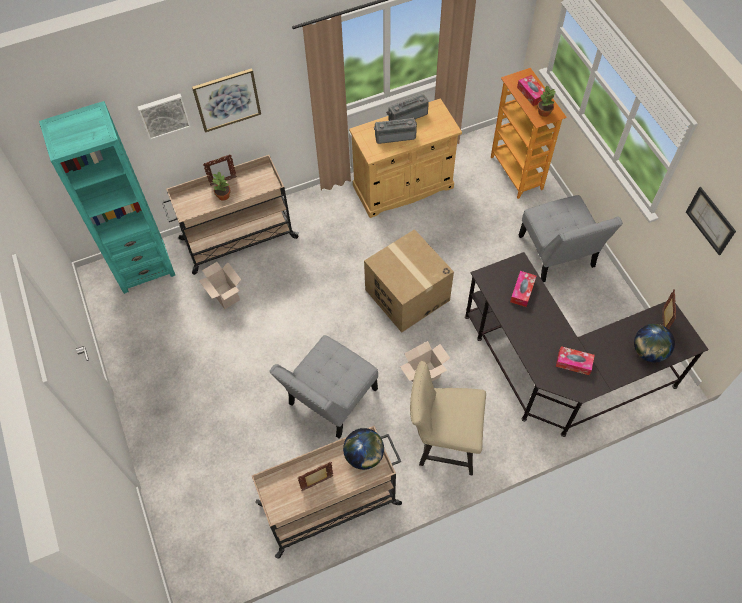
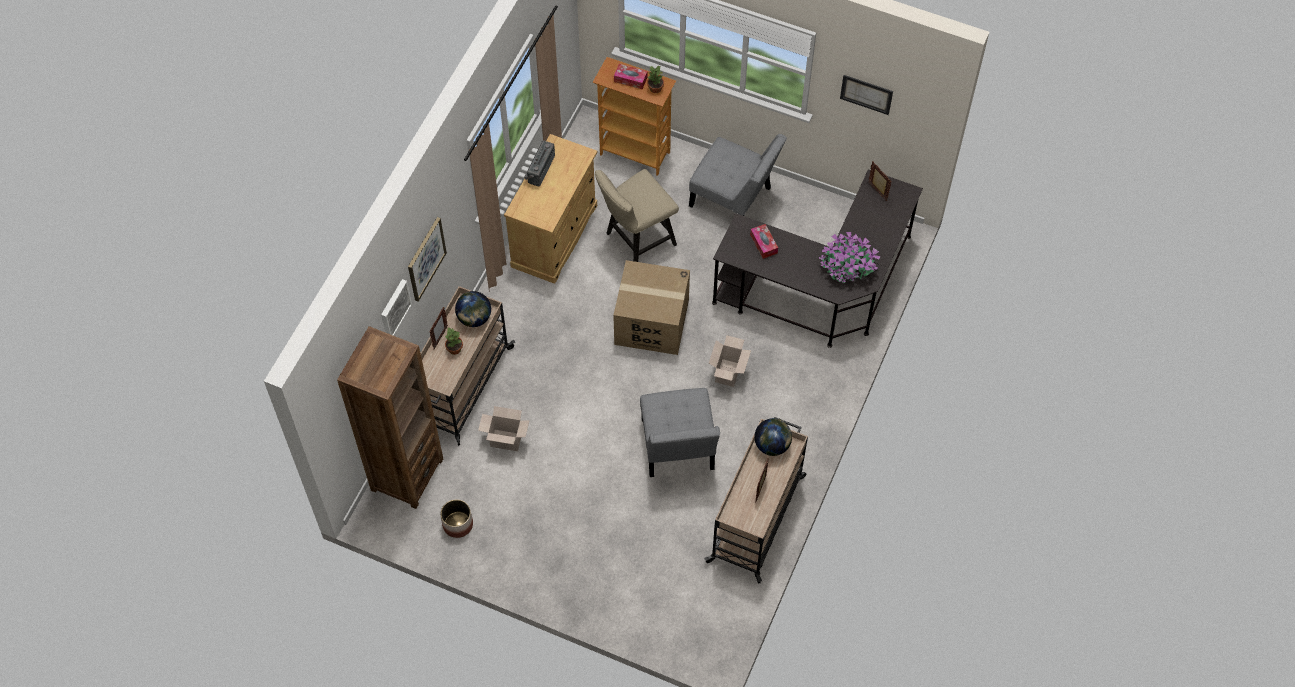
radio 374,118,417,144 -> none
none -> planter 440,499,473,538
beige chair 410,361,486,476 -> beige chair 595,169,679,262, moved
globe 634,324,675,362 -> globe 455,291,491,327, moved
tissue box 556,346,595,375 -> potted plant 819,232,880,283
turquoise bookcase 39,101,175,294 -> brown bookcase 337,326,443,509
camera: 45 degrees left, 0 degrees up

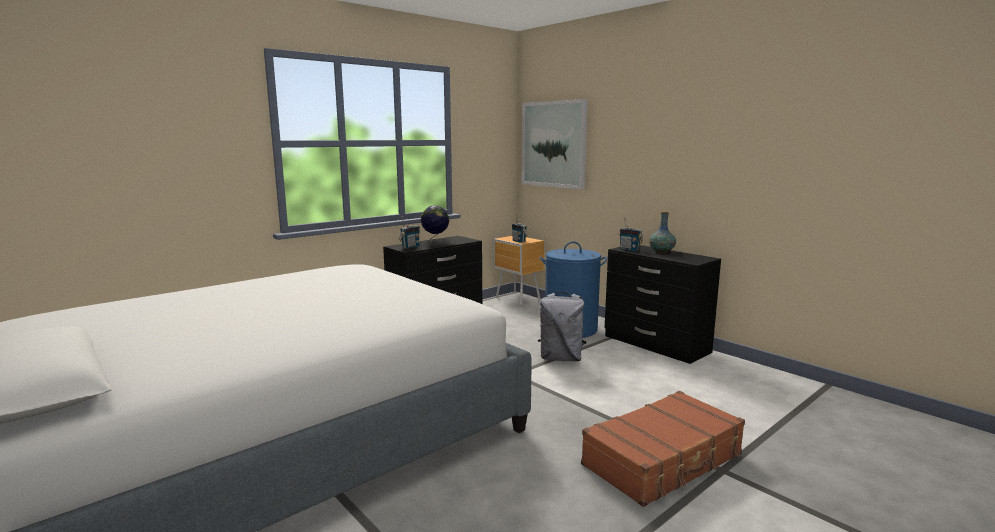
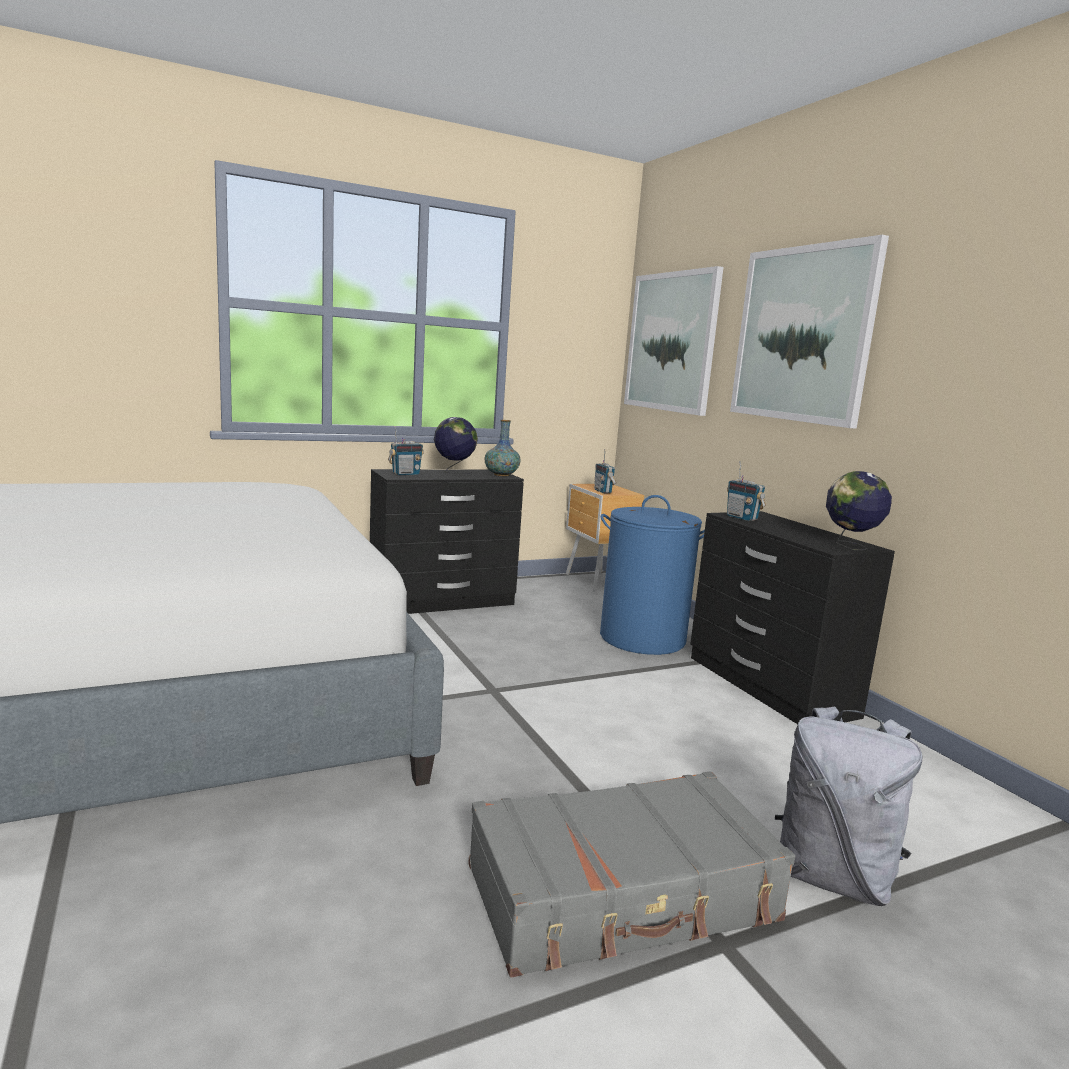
none -> picture 730,235,889,428
none -> globe 826,471,892,550
grey backpack 538,292,587,362 -> grey backpack 775,707,922,906, moved
vase 649,212,676,253 -> vase 484,420,521,476, moved
brown suitcase 581,391,745,507 -> grey suitcase 469,771,795,978
camera: 15 degrees right, 0 degrees up

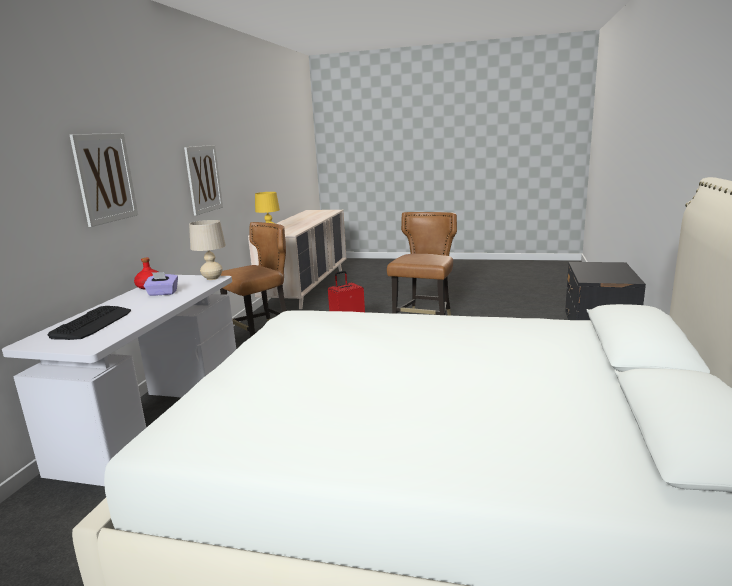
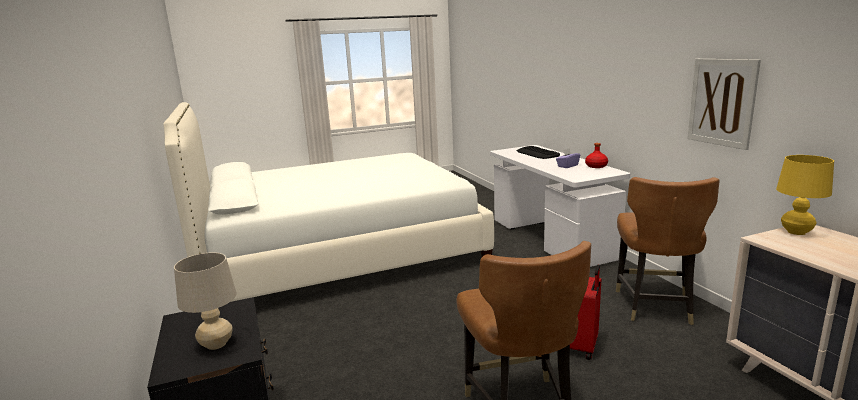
picture 70,133,138,227 -> none
beige table lamp 189,220,226,280 -> beige table lamp 174,252,237,350, moved
camera: 145 degrees right, 0 degrees up

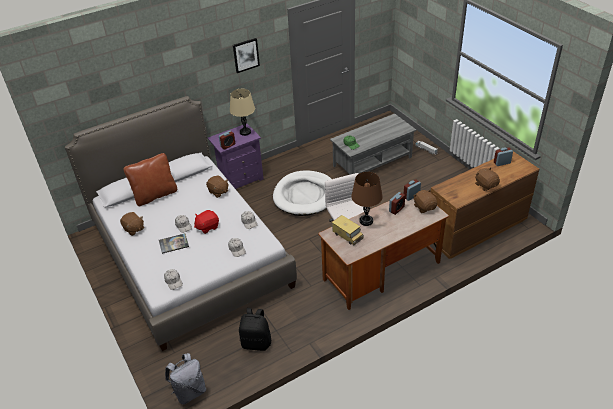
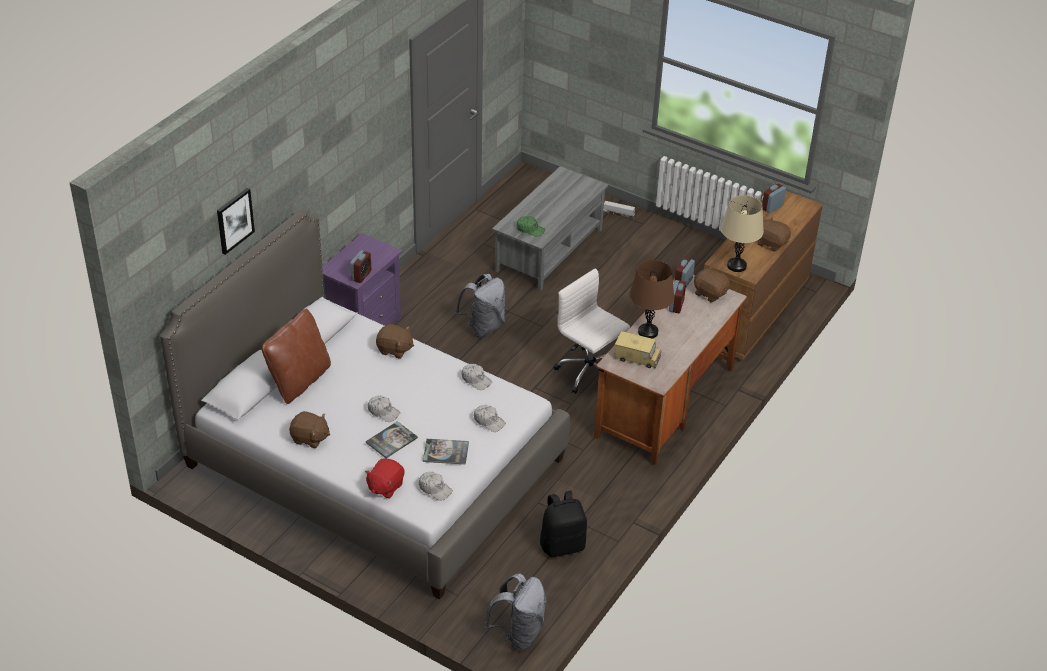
none -> book 423,439,469,465
red plush toy 194,210,219,234 -> red plush toy 365,459,404,498, moved
beige table lamp 230,89,255,136 -> beige table lamp 721,195,764,272, moved
picture 233,38,260,73 -> picture 217,188,255,255, moved
white dog bed 273,171,331,216 -> grey backpack 455,274,505,337
camera: 30 degrees left, 0 degrees up

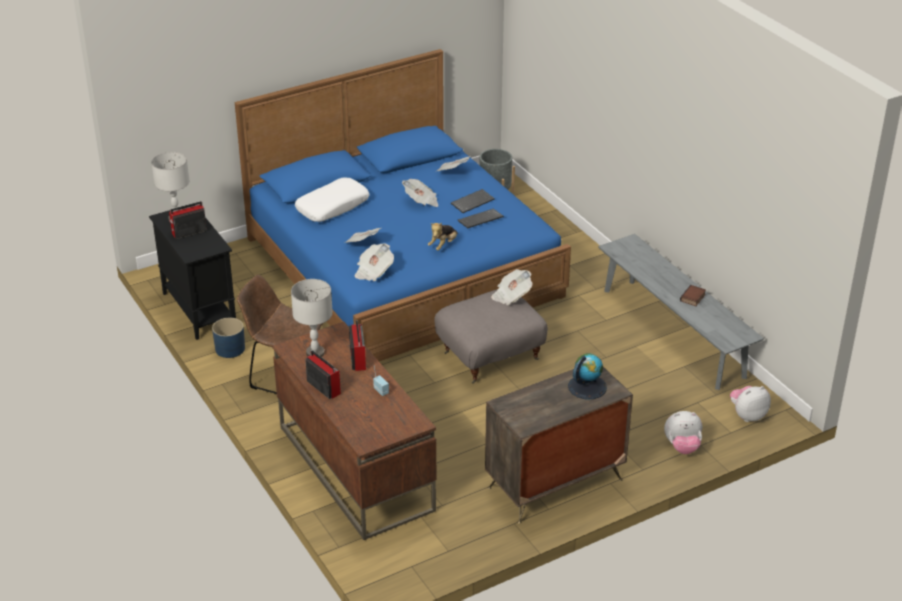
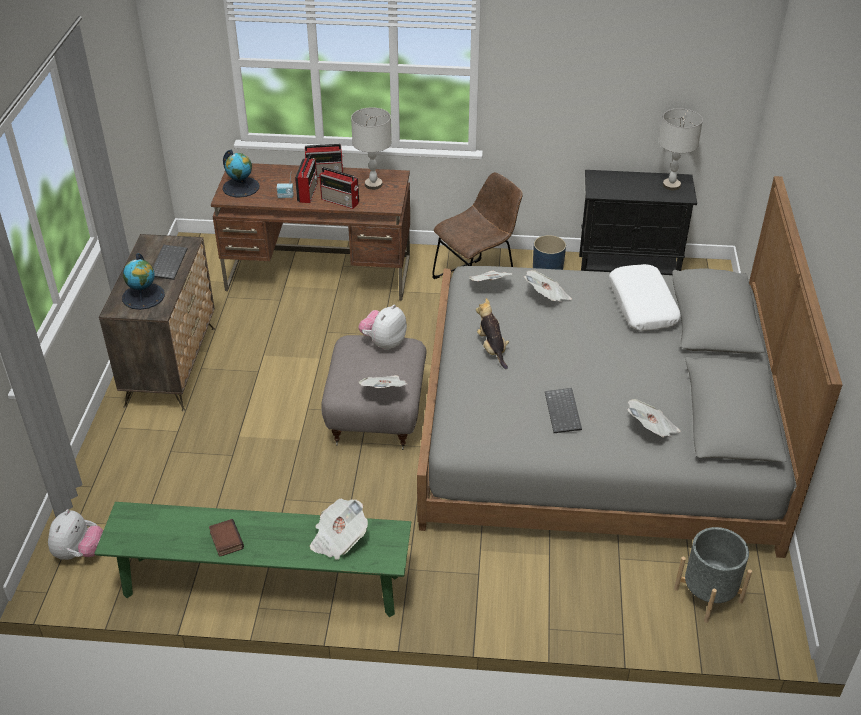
none -> globe 223,150,260,197
radio 169,201,207,239 -> radio 295,154,318,203, moved
newspaper 402,179,438,207 -> newspaper 310,498,368,559, moved
keyboard 458,209,504,228 -> keyboard 153,244,187,280, moved
plush toy 664,411,702,454 -> plush toy 359,305,407,350, moved
blue bed 235,49,571,361 -> grey bed 417,176,843,558
grey bench 598,234,764,390 -> green bench 94,502,411,617
camera: 125 degrees right, 5 degrees up

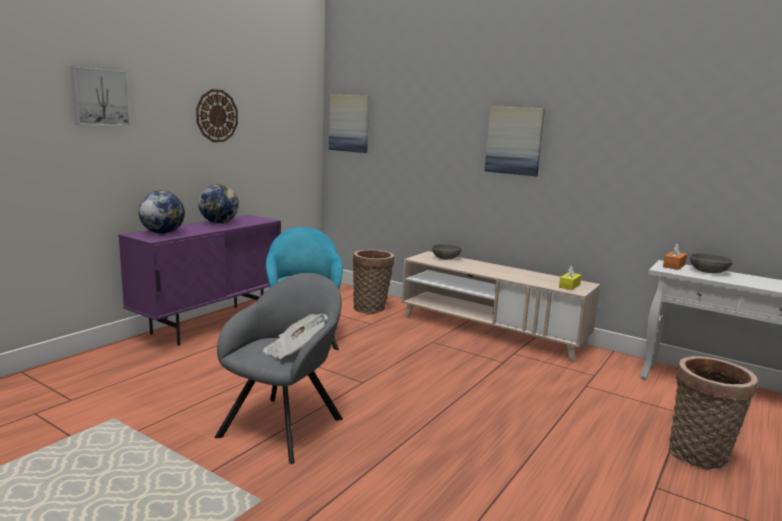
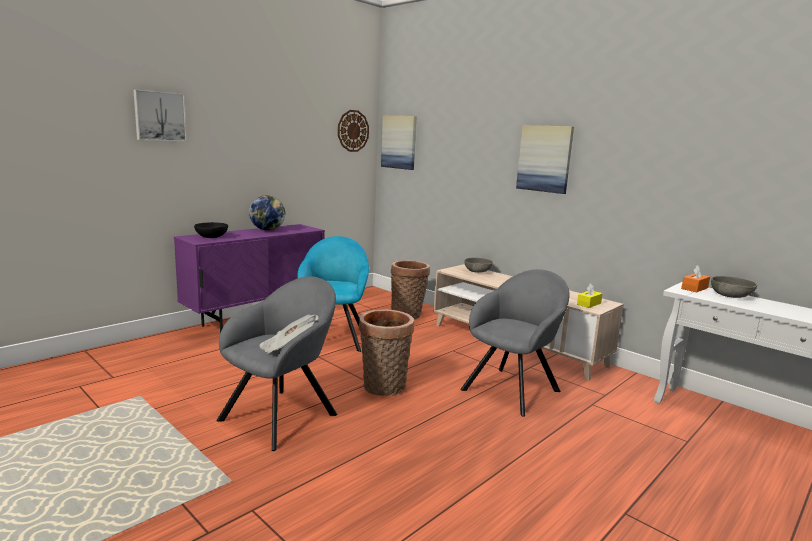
none -> grey armchair 460,269,570,417
wall clock 196,89,238,142 -> wall clock 338,110,369,152, moved
basket 669,356,758,470 -> basket 359,309,414,396, moved
globe 138,191,185,234 -> black bowl 194,222,228,238
camera: 10 degrees right, 0 degrees up

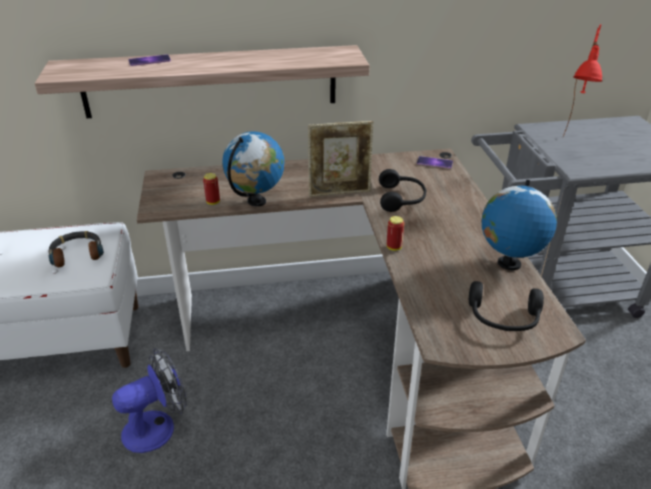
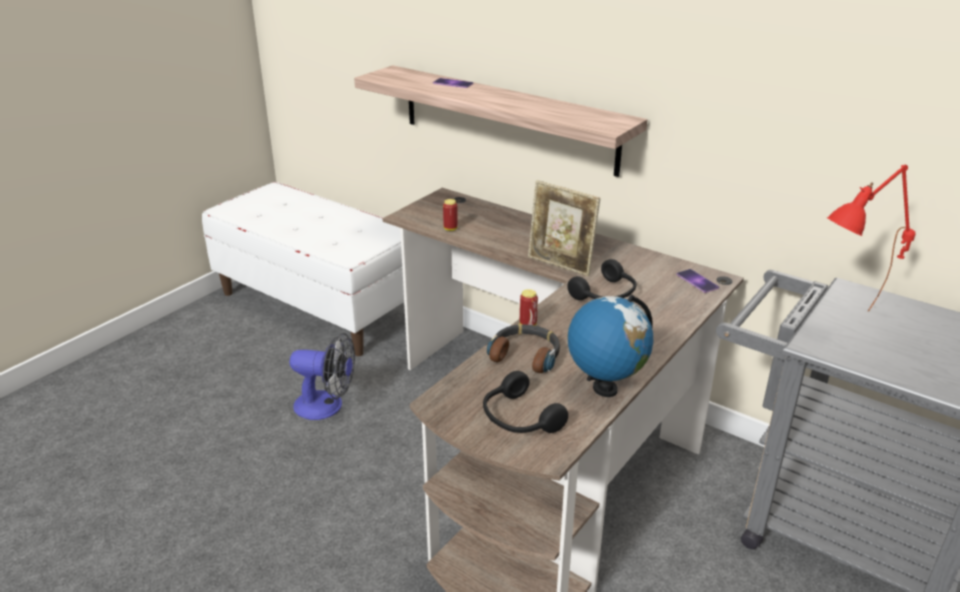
globe 222,131,285,207 -> none
headphones 48,231,104,267 -> headphones 487,324,560,373, moved
camera: 45 degrees right, 5 degrees down

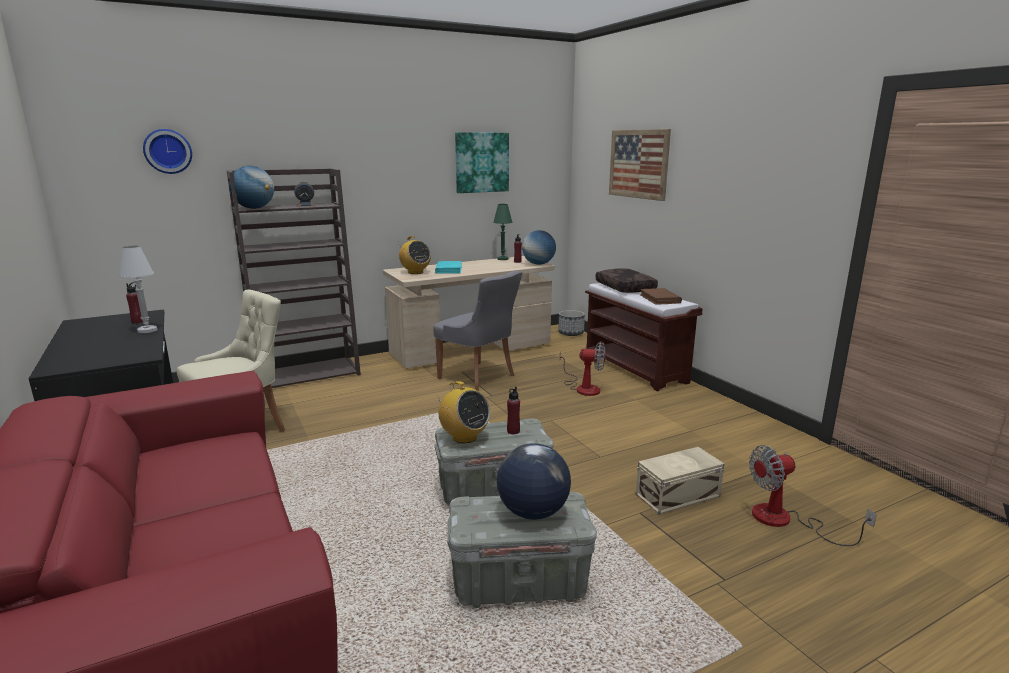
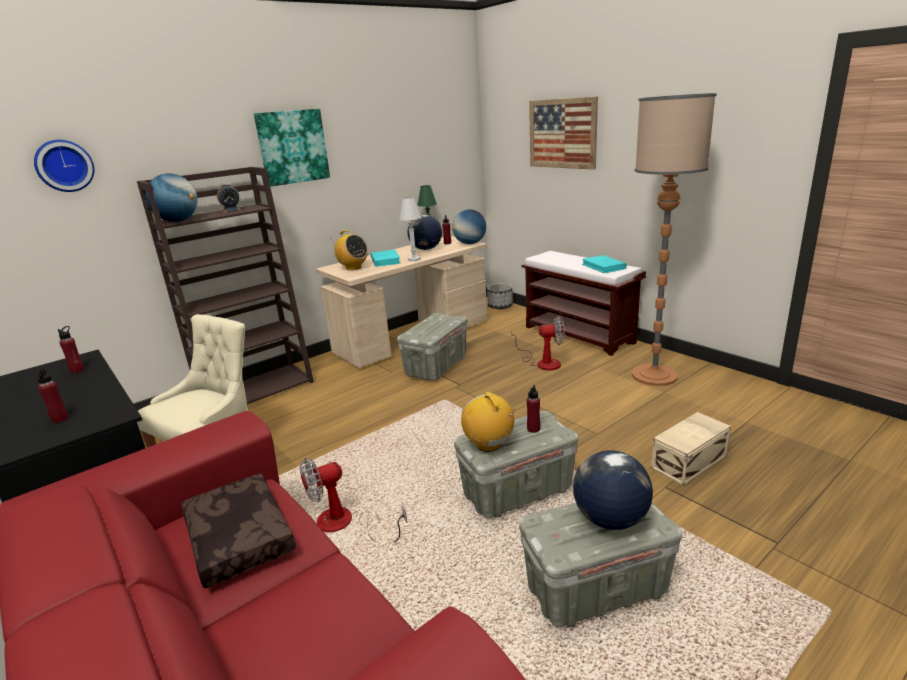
none -> red bottle 37,368,69,423
none -> globe 407,215,442,250
none -> floor lamp 632,93,717,386
white table lamp 119,246,157,333 -> white table lamp 399,197,421,261, moved
picture 455,132,509,193 -> picture 254,109,330,187, moved
brown pillow 595,268,658,293 -> brown pillow 182,473,296,588, moved
fan 749,445,877,546 -> fan 300,458,407,542, moved
grey chair 433,271,522,391 -> grey storage box 397,313,467,381
brown book 640,288,682,304 -> turquoise book 582,255,627,273
radio 435,381,490,443 -> radio 461,392,515,452, 150 degrees counterclockwise
camera: 10 degrees left, 5 degrees up

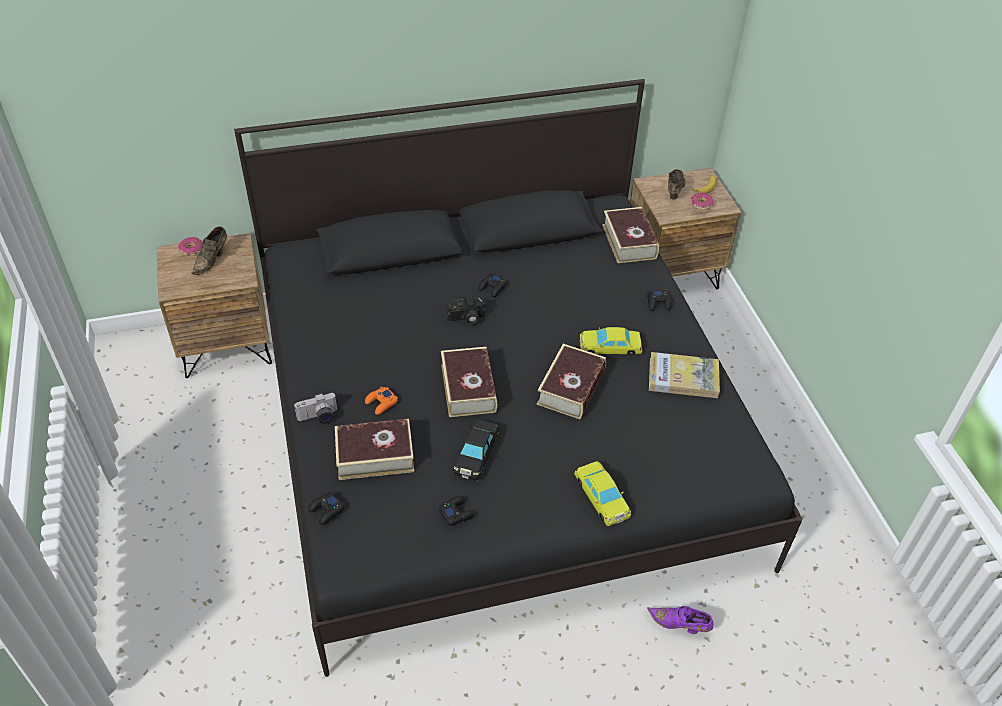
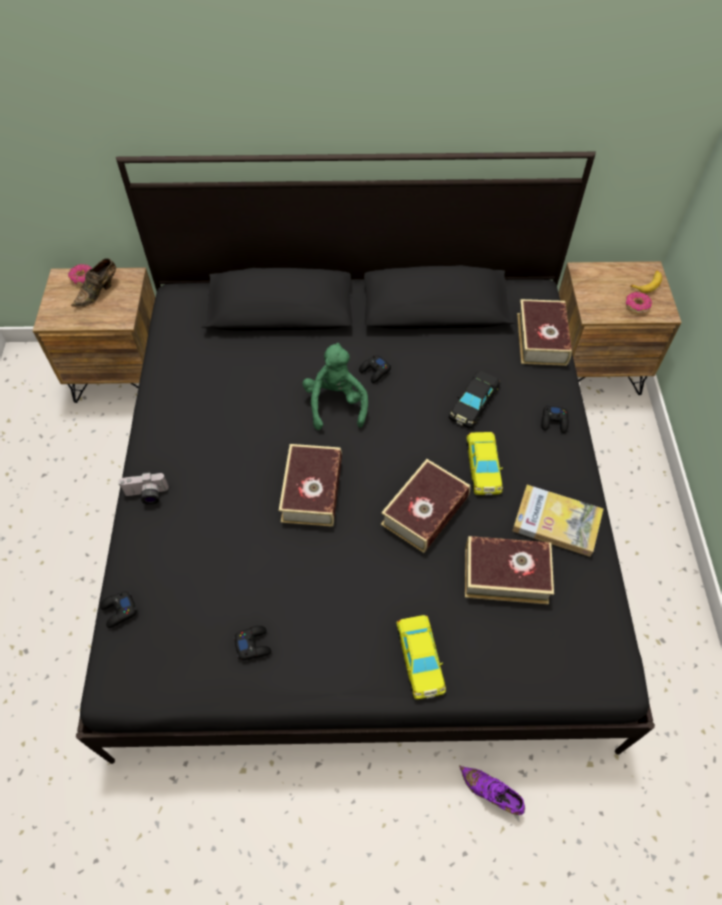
orange game controller 365,387,398,415 -> none
brown shoe 668,169,686,200 -> none
book 335,419,414,480 -> book 465,536,554,605, moved
black toy car 453,419,499,480 -> black toy car 449,371,500,429, moved
photo camera 446,295,486,325 -> green plush toy 302,343,368,430
yellow toy car 579,327,643,356 -> yellow toy car 466,432,503,495, 105 degrees counterclockwise
camera: 15 degrees right, 10 degrees up

